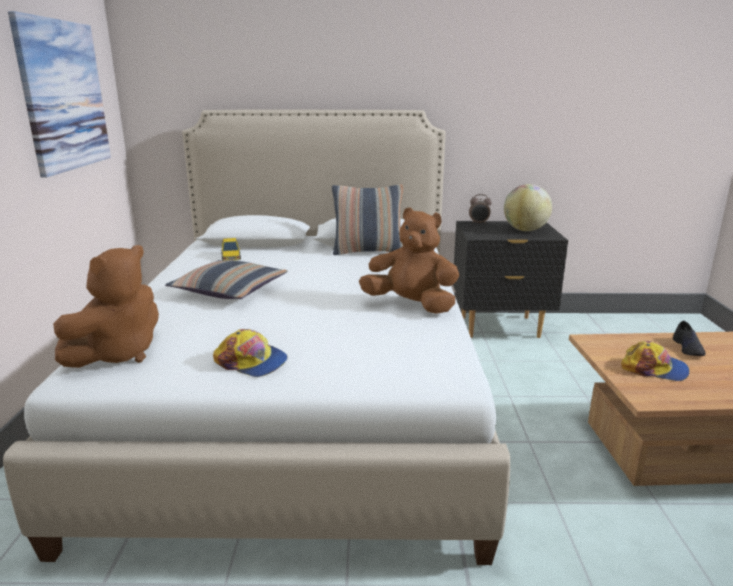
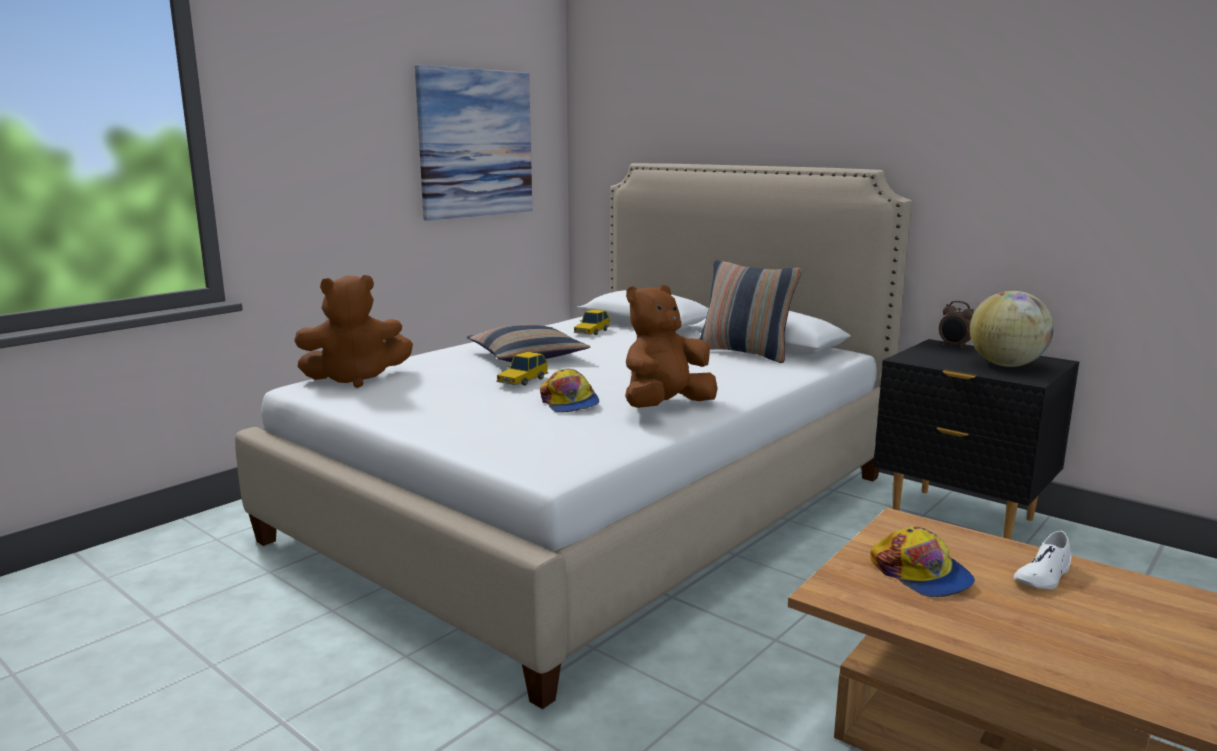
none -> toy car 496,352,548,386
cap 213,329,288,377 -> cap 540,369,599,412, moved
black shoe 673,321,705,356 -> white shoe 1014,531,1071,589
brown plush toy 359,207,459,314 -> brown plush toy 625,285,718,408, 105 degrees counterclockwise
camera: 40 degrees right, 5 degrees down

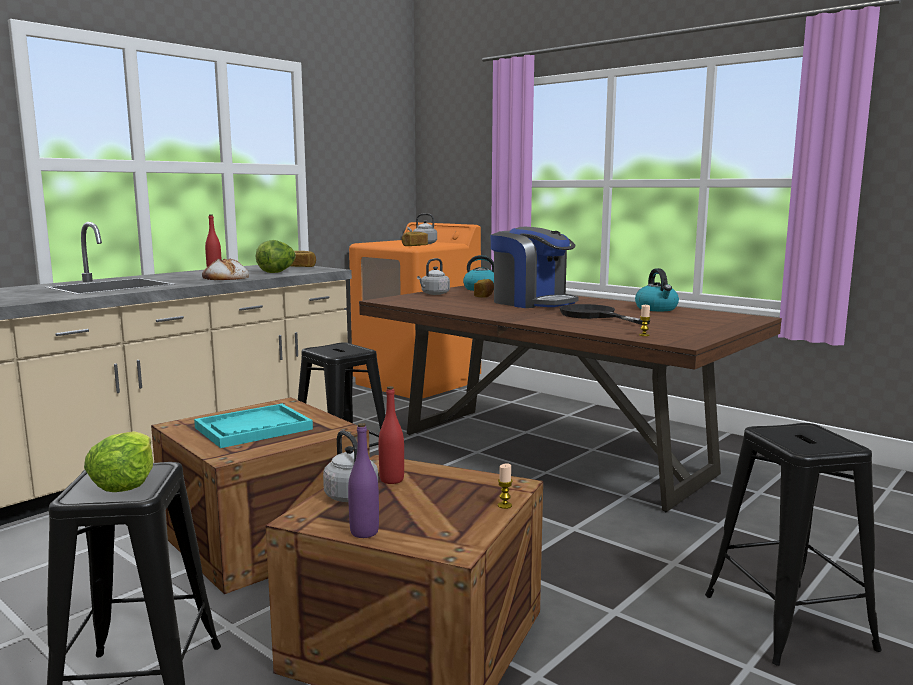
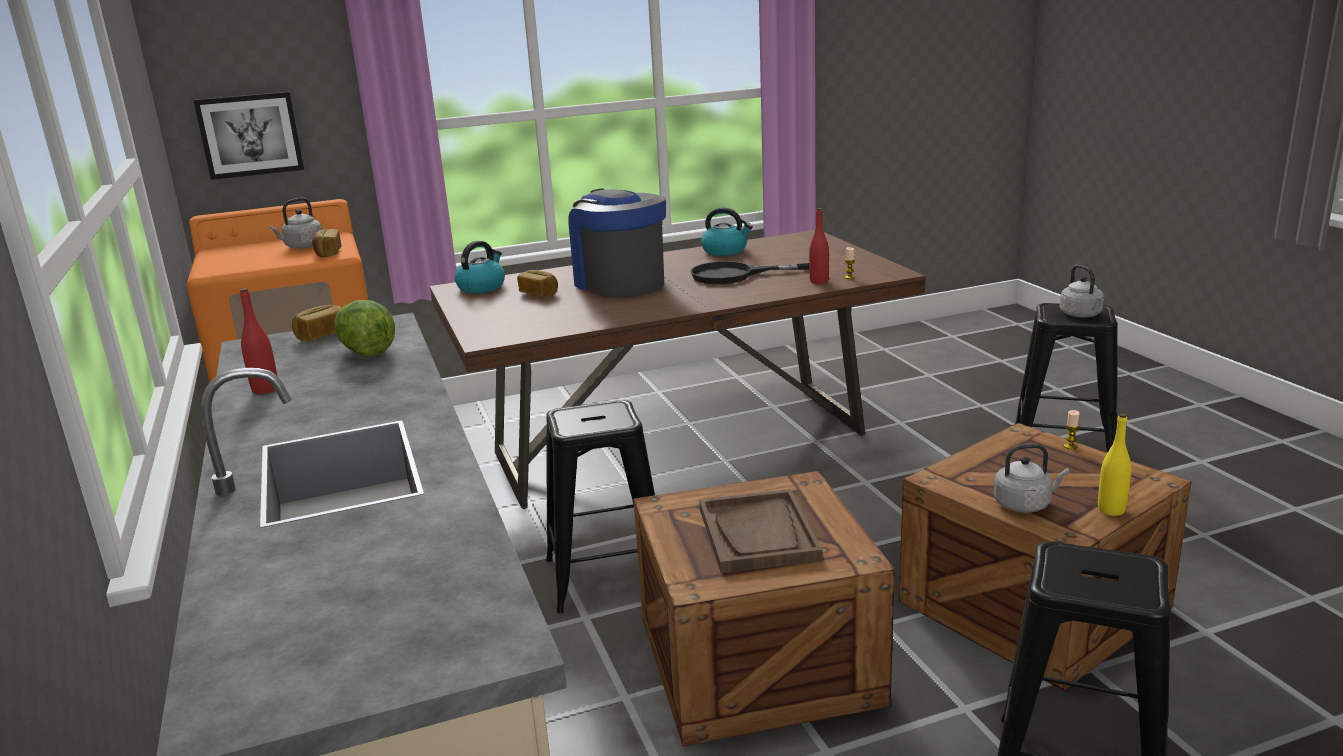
lettuce 84,431,153,492 -> none
bread 202,258,249,280 -> none
none -> picture 193,92,304,180
red bottle 379,386,404,484 -> red bottle 809,208,829,284, moved
grey kettle 417,258,450,295 -> grey kettle 1059,265,1104,318, moved
turquoise tray 194,404,313,448 -> brown tray 699,489,822,573
purple bottle 348,423,379,538 -> yellow bottle 1098,413,1131,516
coffee machine 490,227,579,308 -> coffee machine 568,188,666,297, 105 degrees counterclockwise
camera: 60 degrees left, 10 degrees up

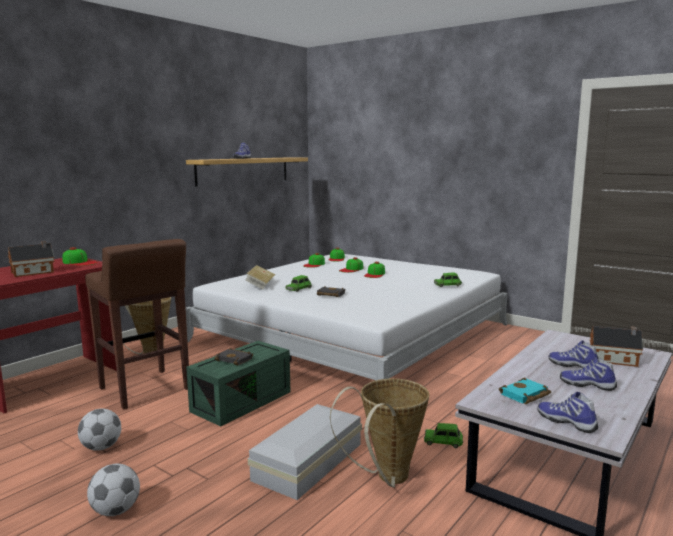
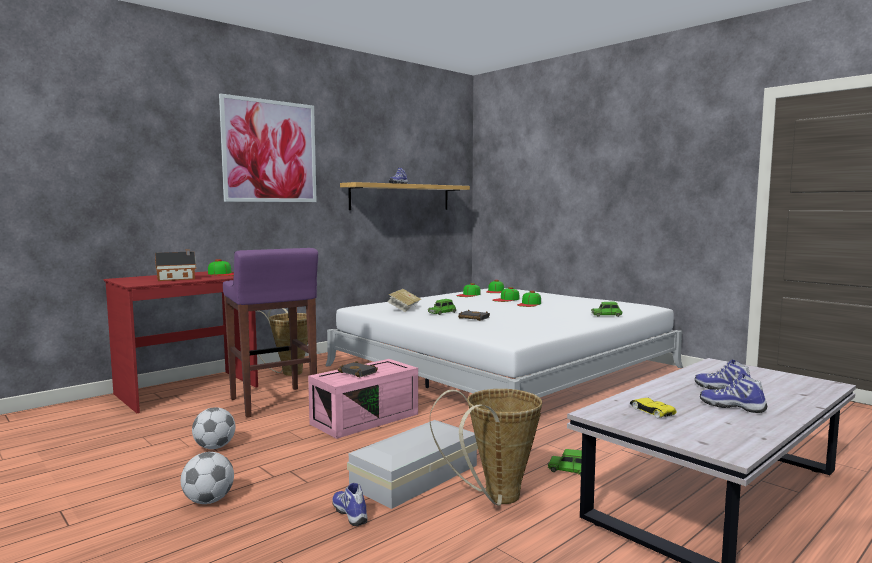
toy house 590,326,643,367 -> none
none -> picture 219,93,317,202
shoe 538,392,598,433 -> shoe 332,483,368,526, moved
turquoise book 499,378,551,404 -> yellow toy car 630,398,676,418
brown stool 85,239,189,409 -> purple stool 223,248,318,418
green storage box 186,341,290,426 -> pink storage box 308,359,418,439
camera: 10 degrees right, 5 degrees down

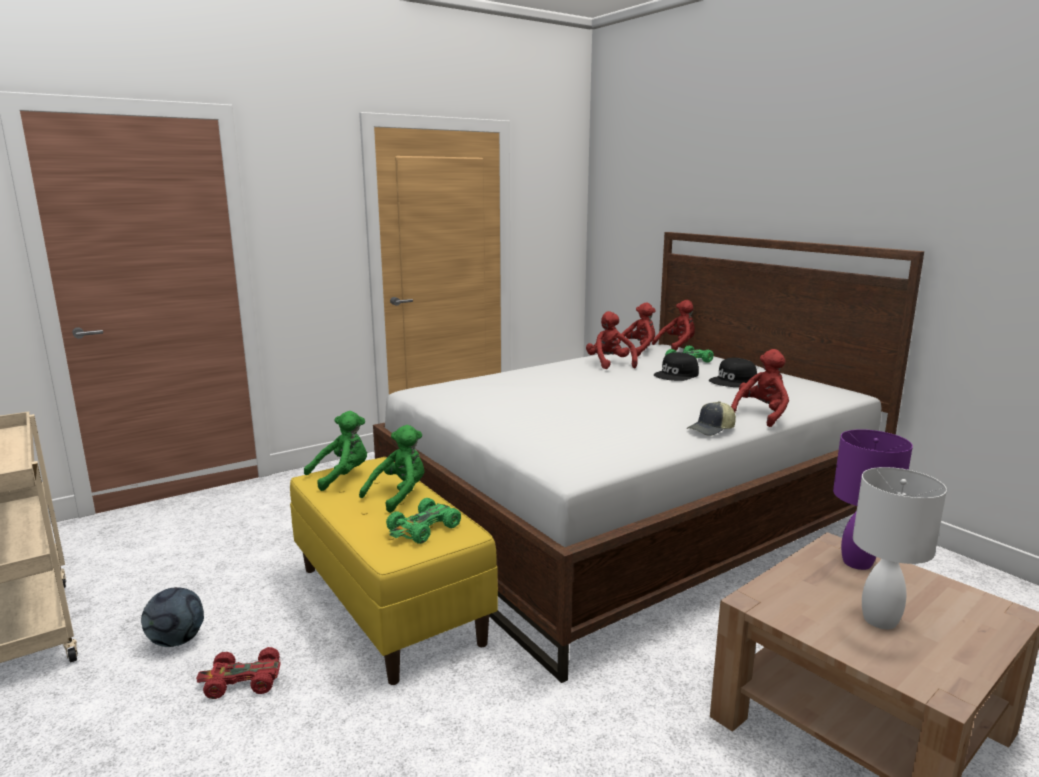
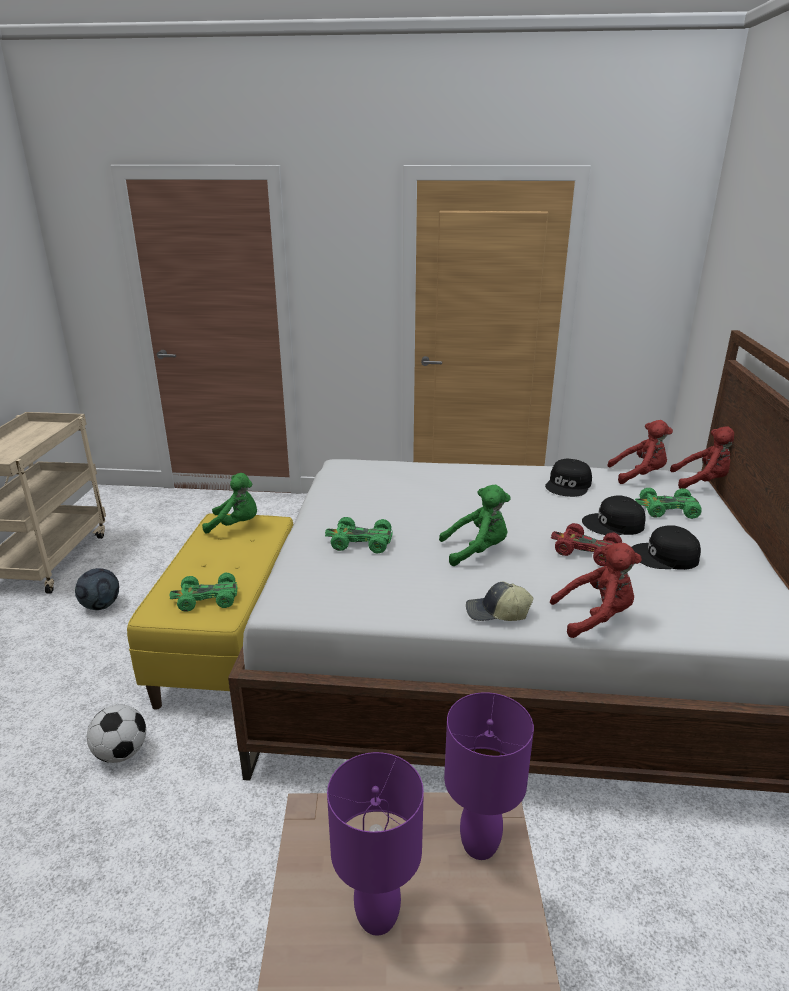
none -> football 87,704,146,763
none -> green toy car 325,517,392,554
red toy car 196,647,281,699 -> red toy car 551,523,622,566, moved
green plush toy 359,425,424,513 -> green plush toy 439,485,511,566, moved
red plush toy 586,311,638,369 -> black cap 545,459,592,497
white table lamp 853,467,947,629 -> purple table lamp 327,752,424,936
camera: 40 degrees right, 10 degrees up

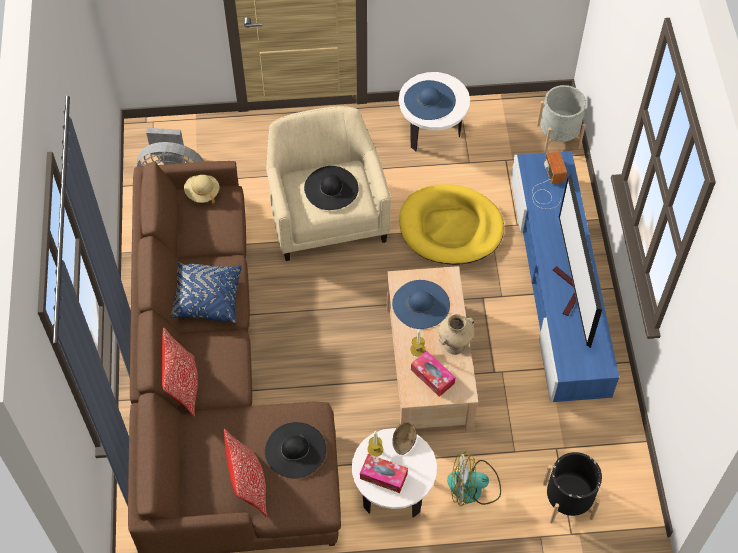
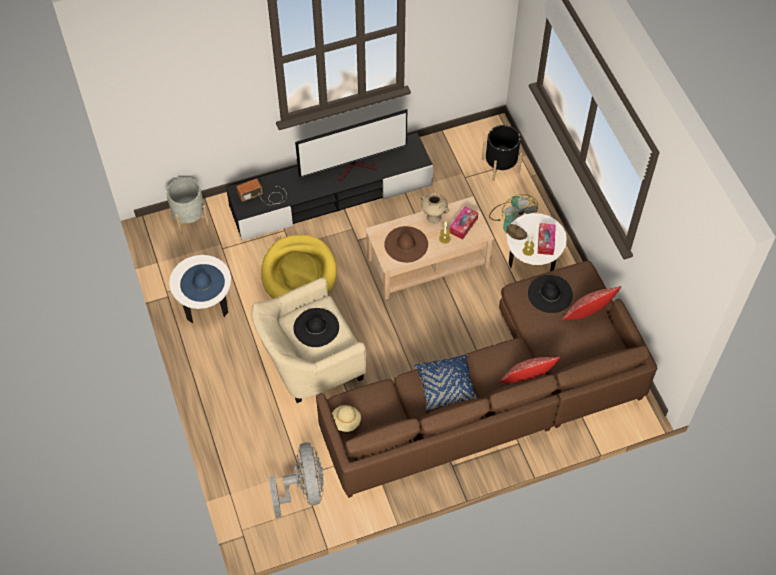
blue hat 392,280,450,329 -> brown hat 384,226,428,263
blue tv stand 511,151,619,402 -> black tv stand 226,133,433,241
camera: 105 degrees left, 0 degrees up

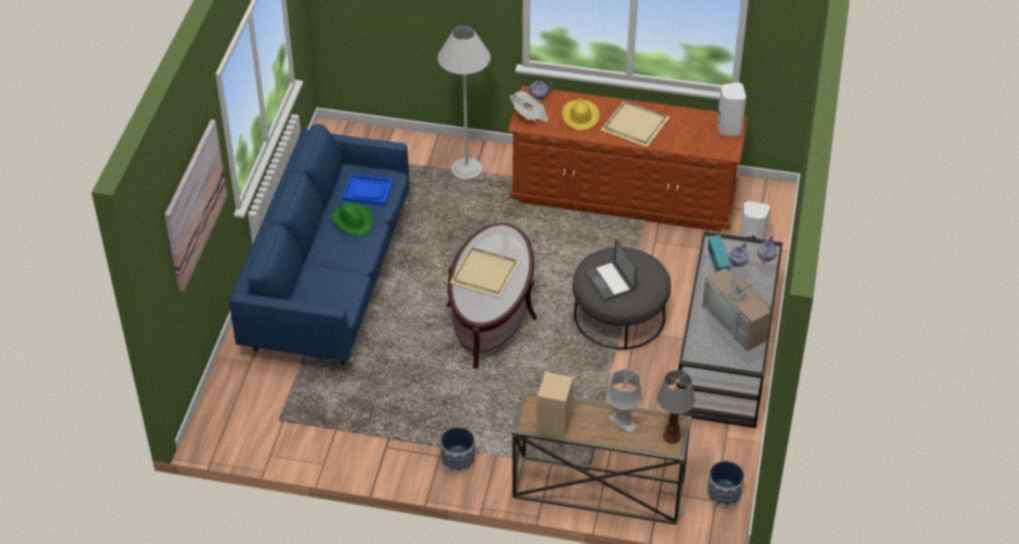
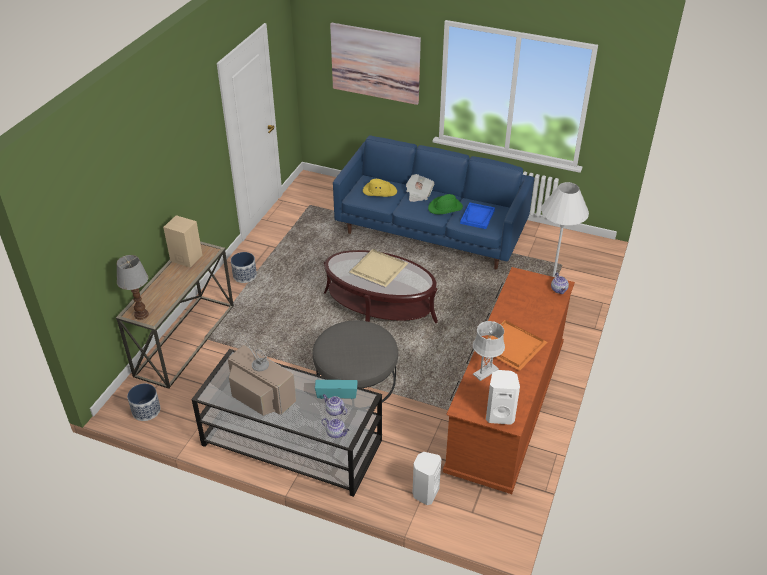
laptop 584,239,637,301 -> none
newspaper 510,91,548,121 -> newspaper 406,174,434,202, moved
yellow hat 562,98,599,131 -> yellow hat 363,179,397,197, moved
grey table lamp 607,368,643,434 -> grey table lamp 473,321,505,381, moved
beige tray 601,101,670,147 -> orange tray 485,320,547,371
television 702,254,772,351 -> television 228,332,296,416, 60 degrees clockwise
camera: 100 degrees right, 5 degrees down

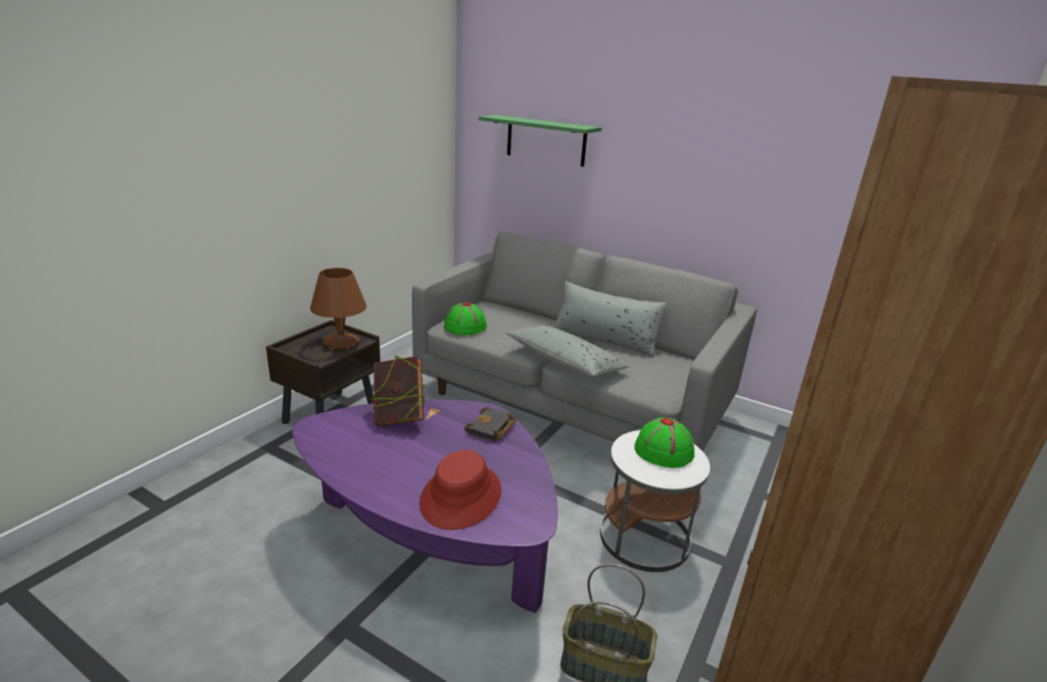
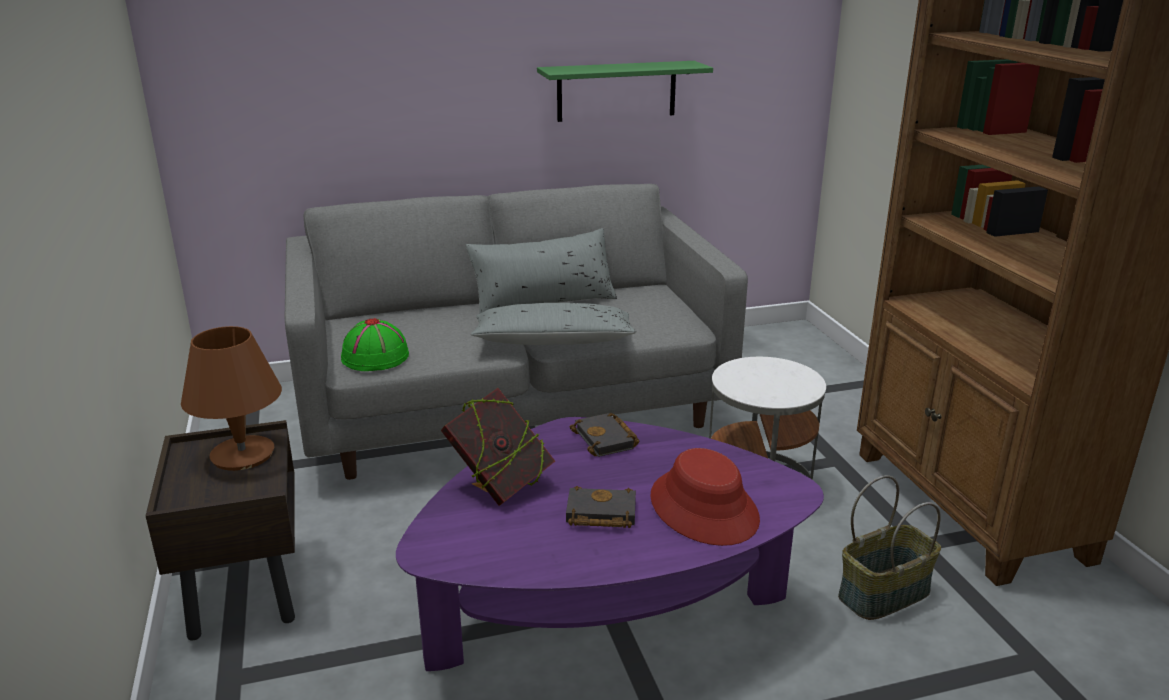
green hat 634,417,695,468 -> none
none -> black book 566,486,636,528
green shelf 479,115,602,167 -> green shelf 537,61,713,122, moved
camera: 45 degrees left, 0 degrees up

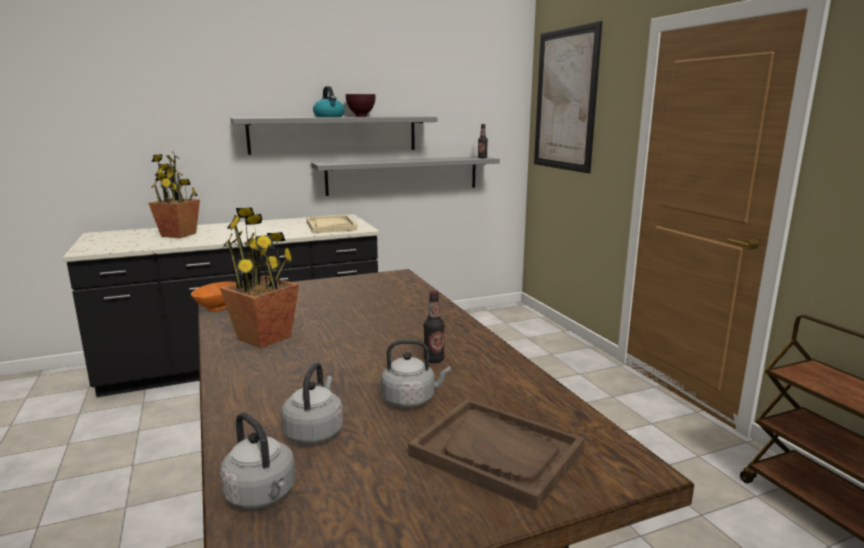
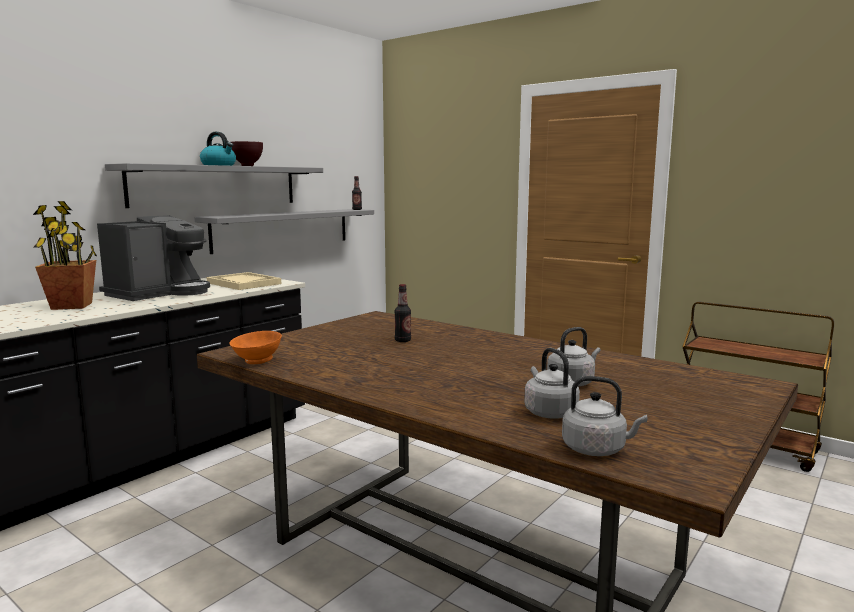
potted plant 220,207,299,349 -> none
brown tray 408,399,584,511 -> none
picture 534,21,602,174 -> none
none -> coffee machine 97,215,210,301
bottle 424,291,445,363 -> bottle 394,284,411,342, moved
camera: 30 degrees left, 5 degrees down

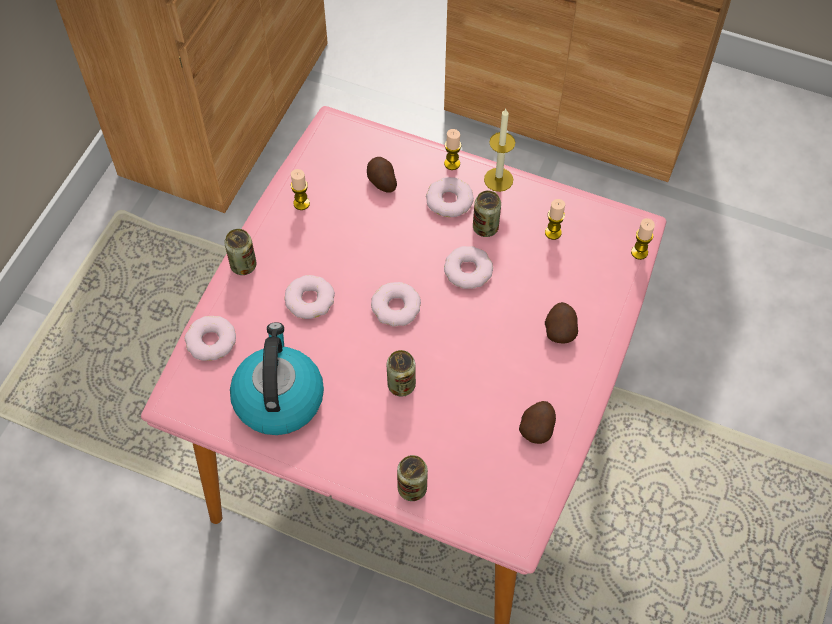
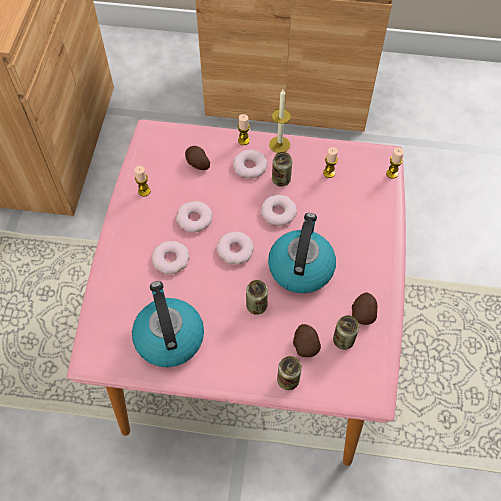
none -> kettle 268,213,336,293
donut 185,316,236,361 -> donut 176,201,213,233, moved
can 224,229,257,275 -> can 333,315,359,350, moved
potato 545,302,578,344 -> potato 293,324,321,357, moved
camera: 15 degrees left, 0 degrees up

